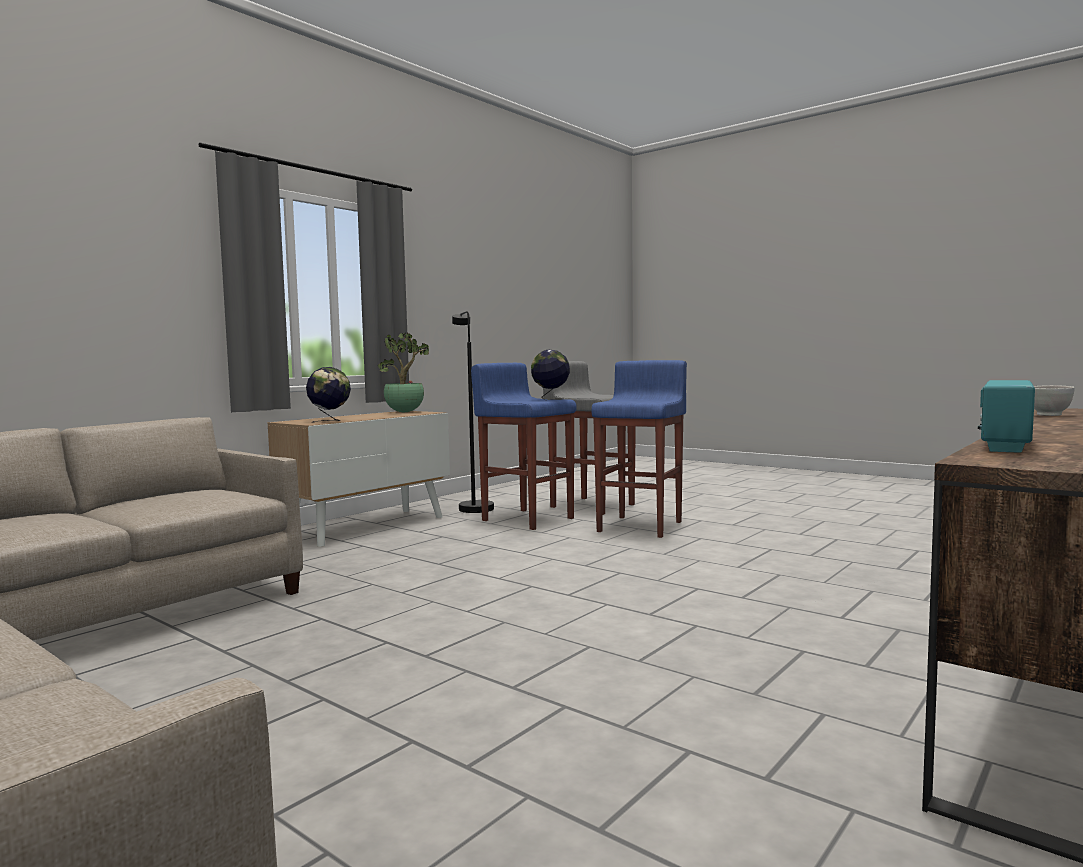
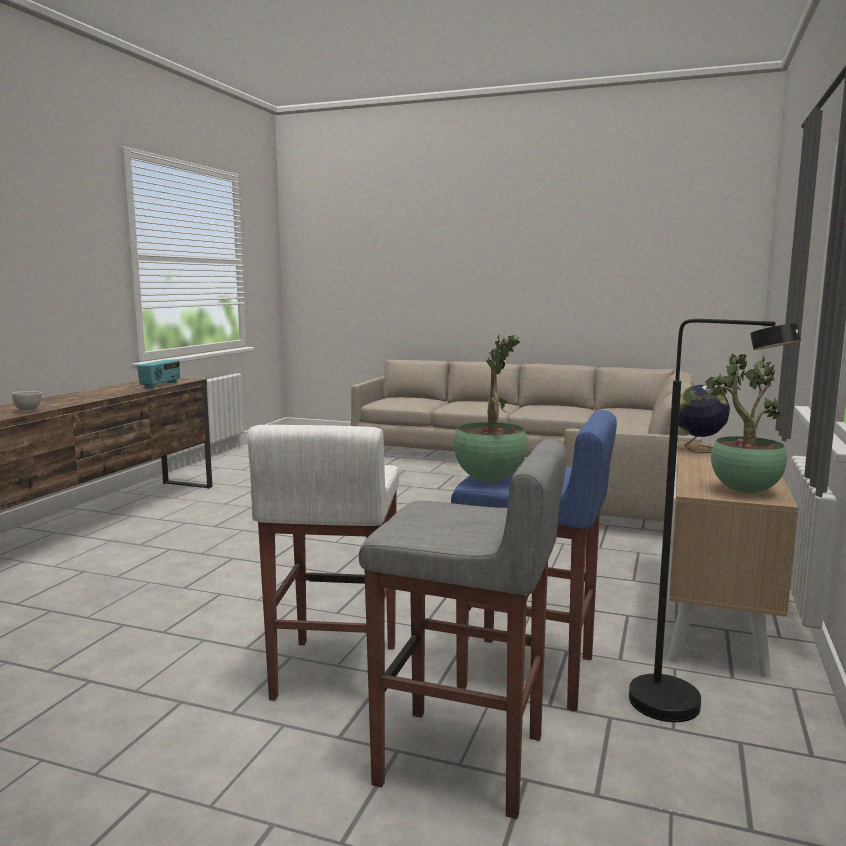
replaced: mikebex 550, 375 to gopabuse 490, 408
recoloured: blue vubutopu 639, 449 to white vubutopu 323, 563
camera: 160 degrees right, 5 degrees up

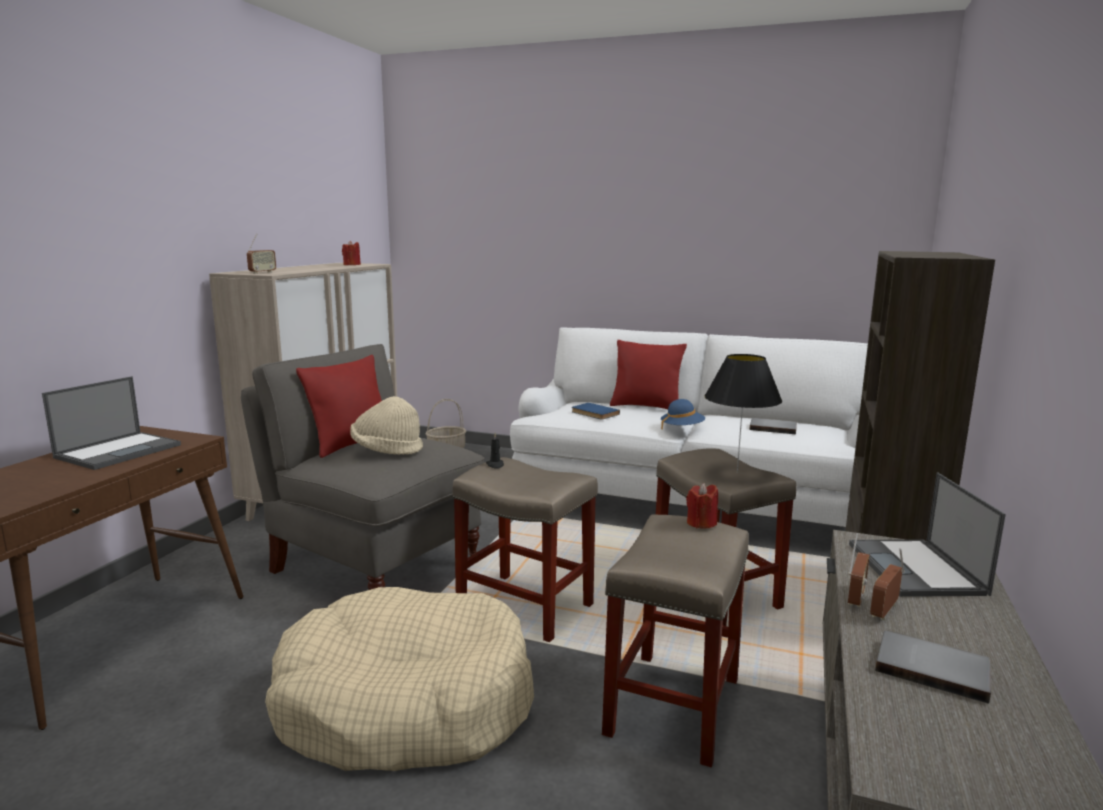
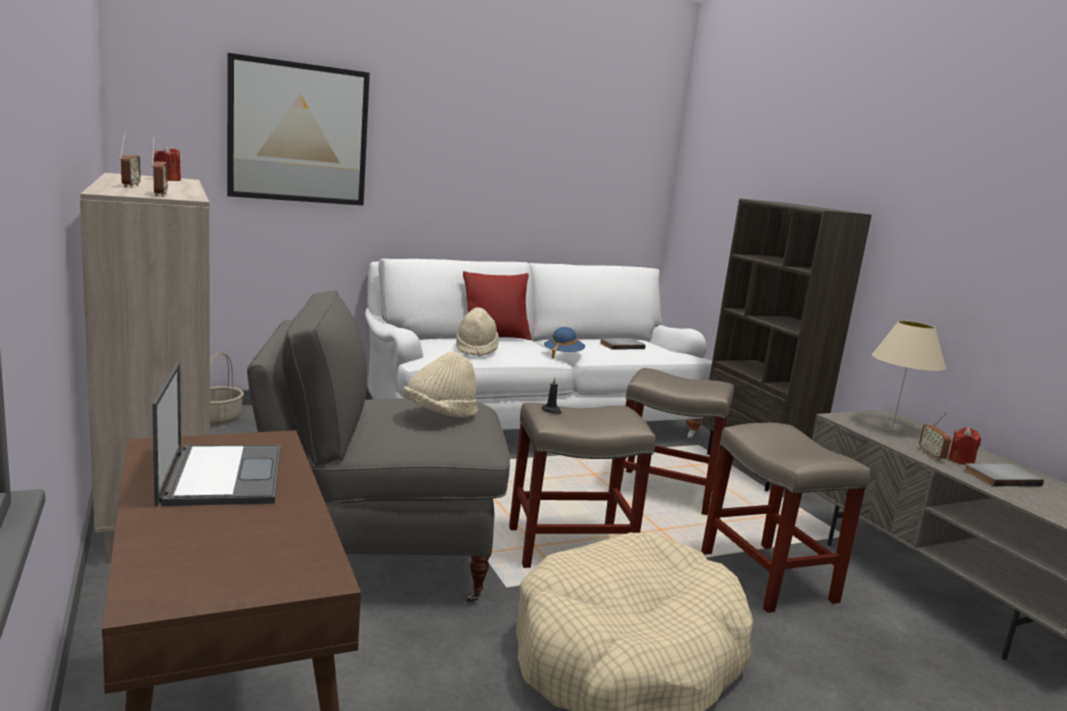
removed: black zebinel 743, 413; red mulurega 339, 406
added: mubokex 298, 129
moved: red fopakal 702, 506 to 964, 446; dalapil 859, 570 to 130, 160
replaced: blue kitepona 596, 411 to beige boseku 477, 332; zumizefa 927, 535 to beige zebinel 909, 374
camera: 45 degrees left, 0 degrees up

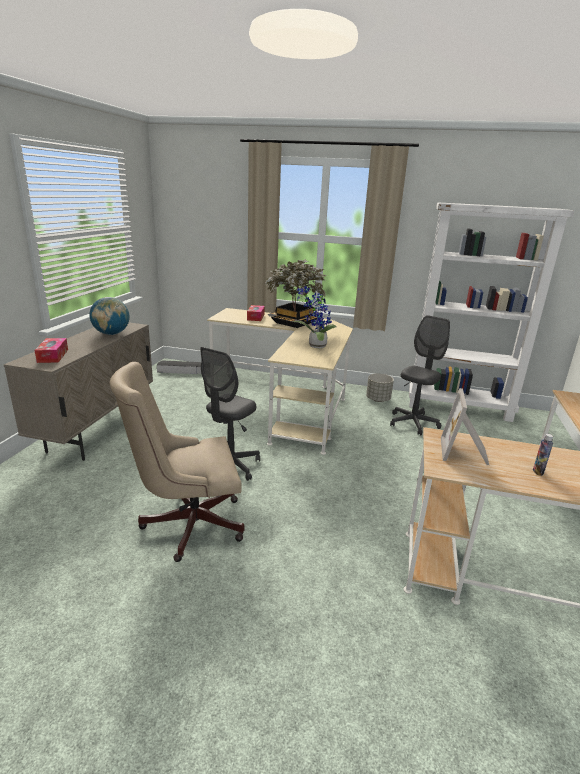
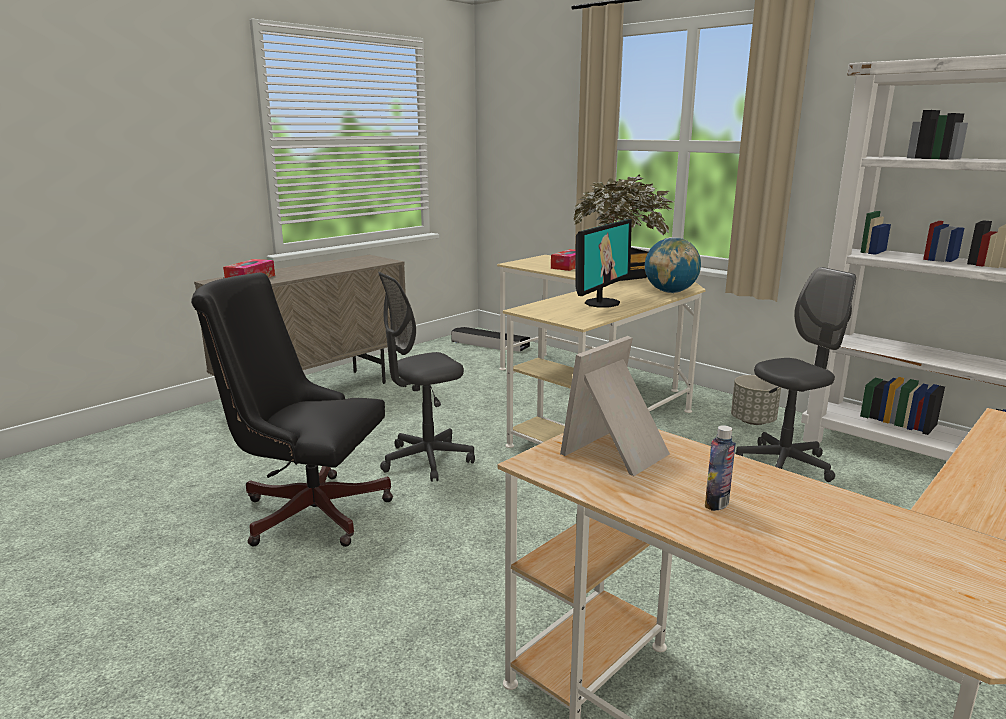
moved: mikebex 110, 316 to 673, 265
replaced: gopabuse 314, 317 to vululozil 603, 263
recoloured: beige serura 177, 462 to black serura 292, 409
camera: 30 degrees right, 5 degrees down

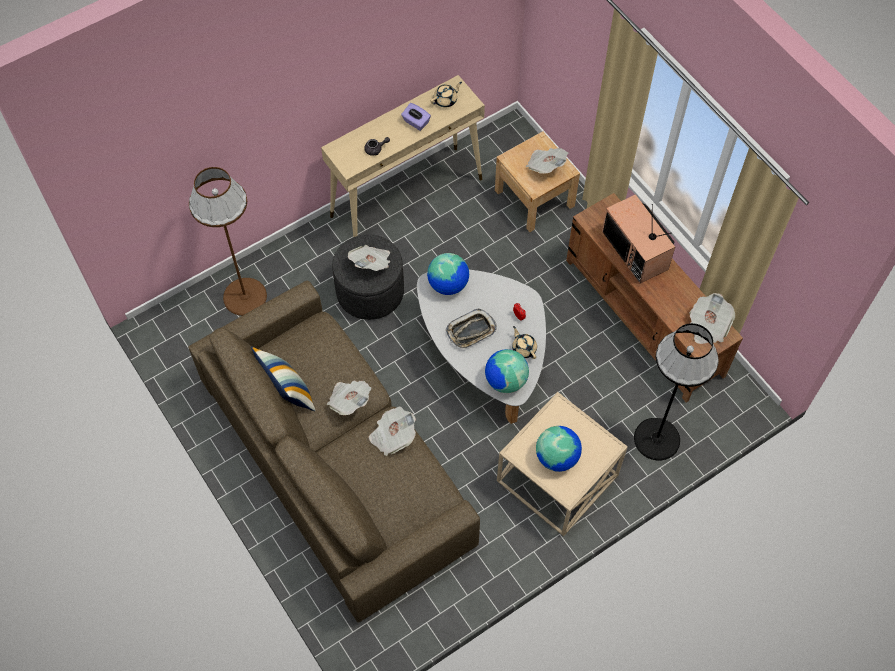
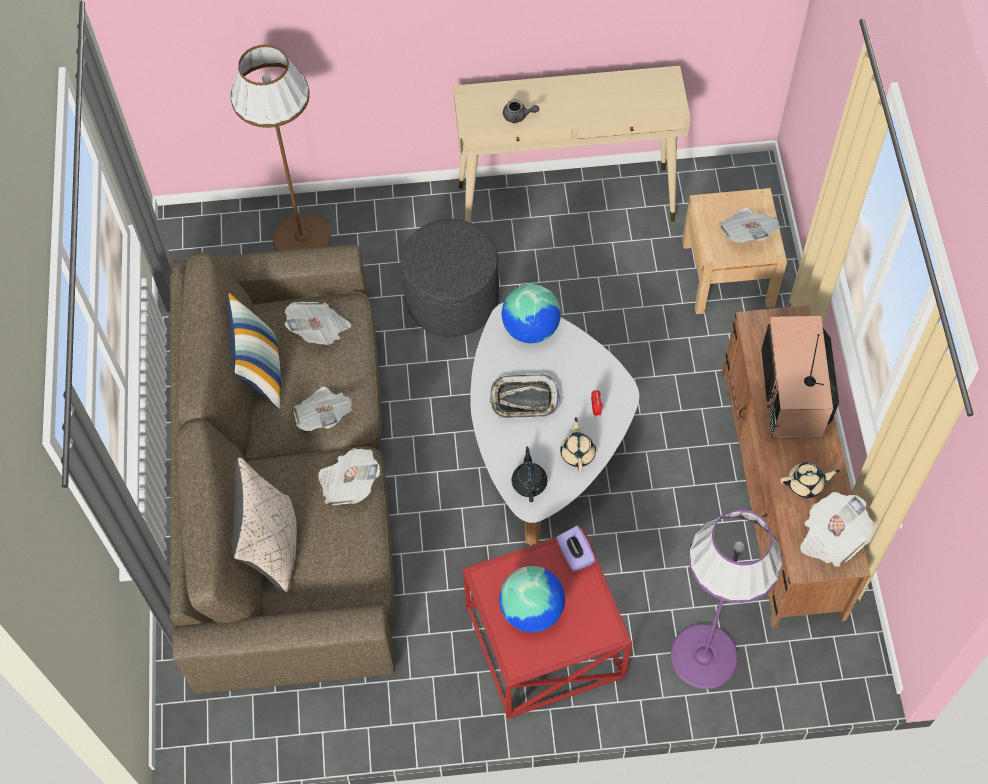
added: beige mulurega 264, 525
moved: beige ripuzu 446, 95 to 810, 480; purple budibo 416, 117 to 575, 549; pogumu 369, 258 to 317, 323
replaced: mikebex 507, 371 to black ripuzu 529, 474
recoloured: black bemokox 676, 392 to purple bemokox 726, 599; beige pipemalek 562, 464 to red pipemalek 547, 623
camera: 30 degrees right, 0 degrees up

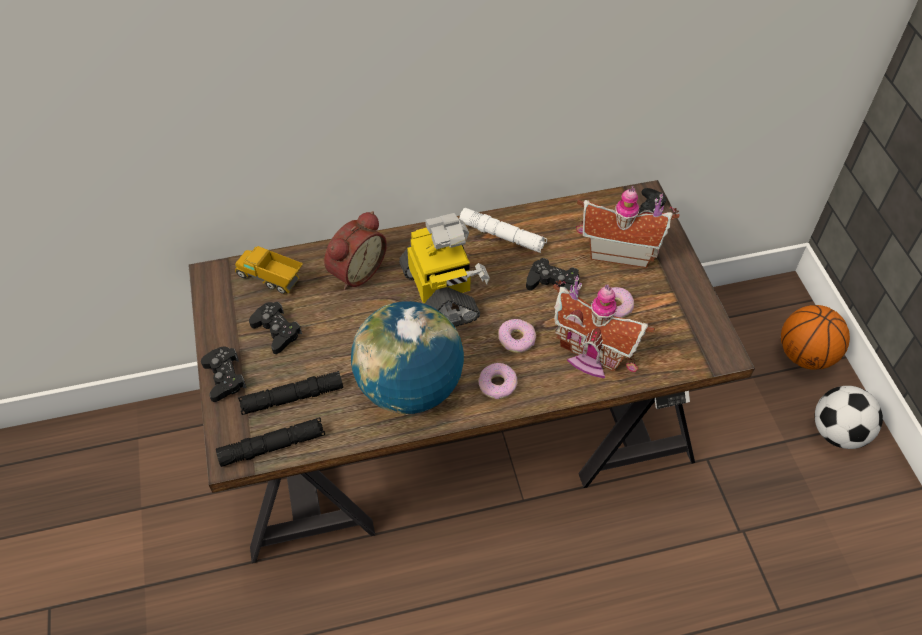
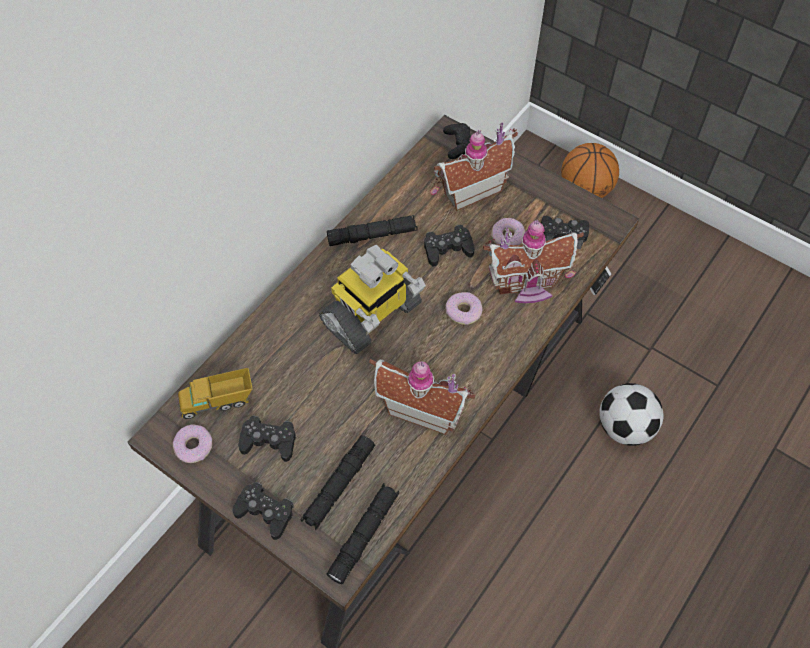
removed: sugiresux 355, 250
added: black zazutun 565, 232
moved: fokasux 498, 381 to 192, 444; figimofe 848, 417 to 631, 414
replaced: mikebex 407, 357 to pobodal 422, 397
recoloured: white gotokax 503, 230 to black gotokax 372, 230
turned: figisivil 444, 270 = 372, 299 105 degrees clockwise
camera: 40 degrees left, 5 degrees up

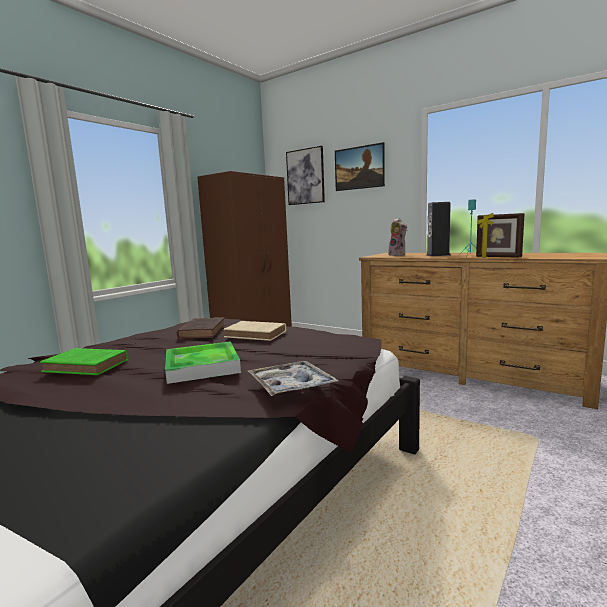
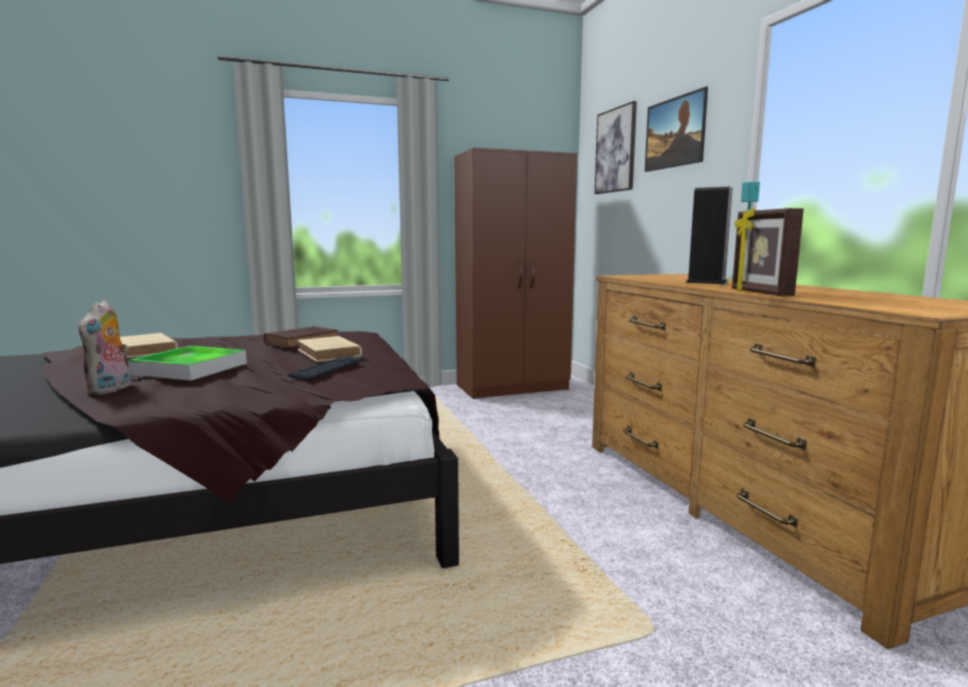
removed: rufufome 293, 378
added: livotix 326, 368
moved: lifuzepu 397, 237 to 104, 347
recoloured: green kitepona 84, 361 to beige kitepona 149, 345
camera: 35 degrees right, 0 degrees up

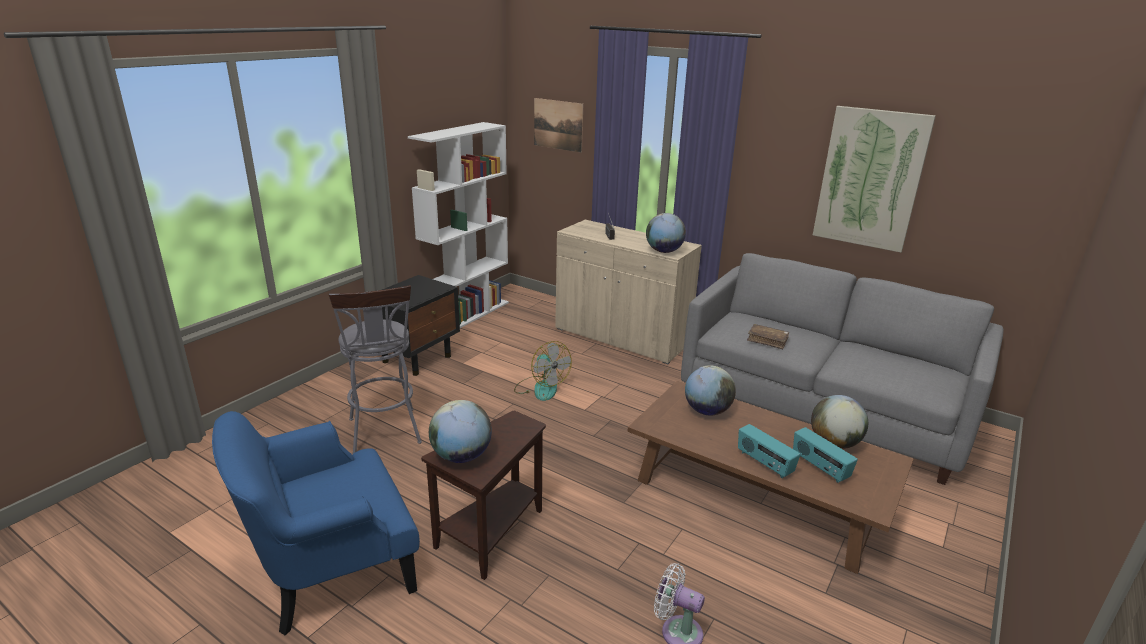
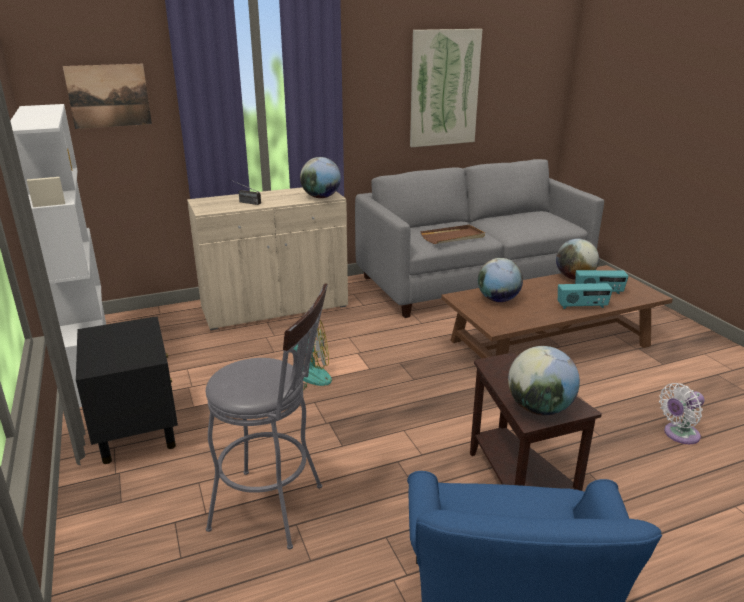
replaced: brown kitepona 768, 336 to brown rufufome 452, 234
camera: 55 degrees left, 0 degrees up

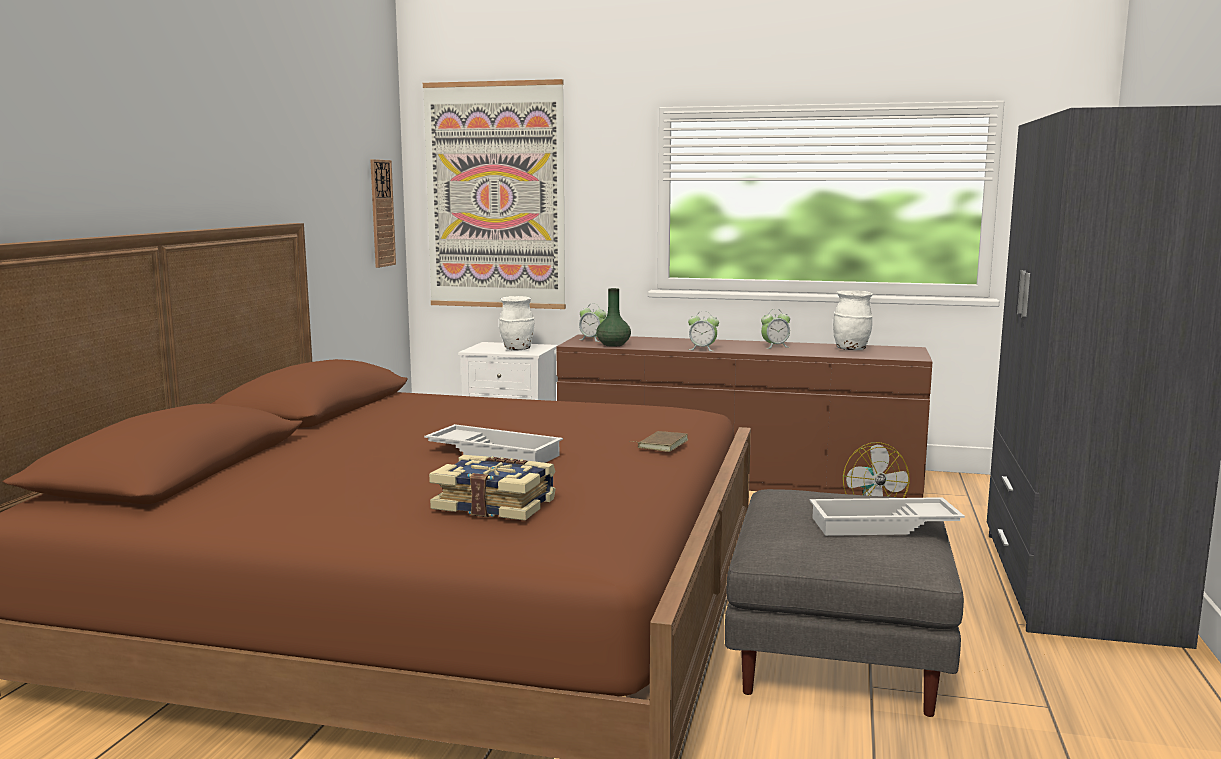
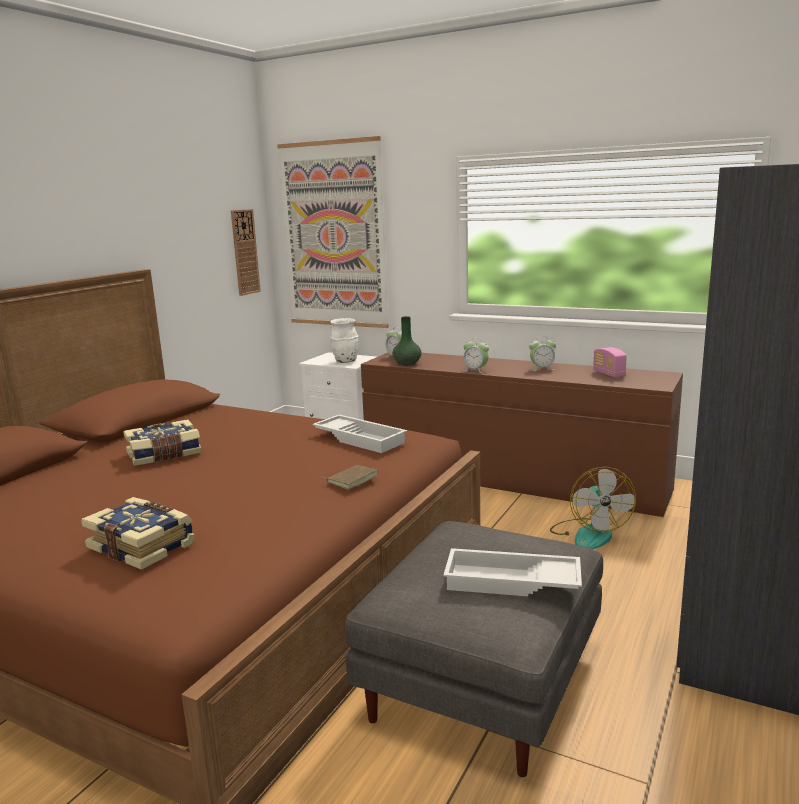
added: kitepona 162, 442
moved: white rufufome 493, 443 to 359, 434
replaced: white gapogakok 853, 320 to dalapil 610, 362
camera: 15 degrees right, 5 degrees up

